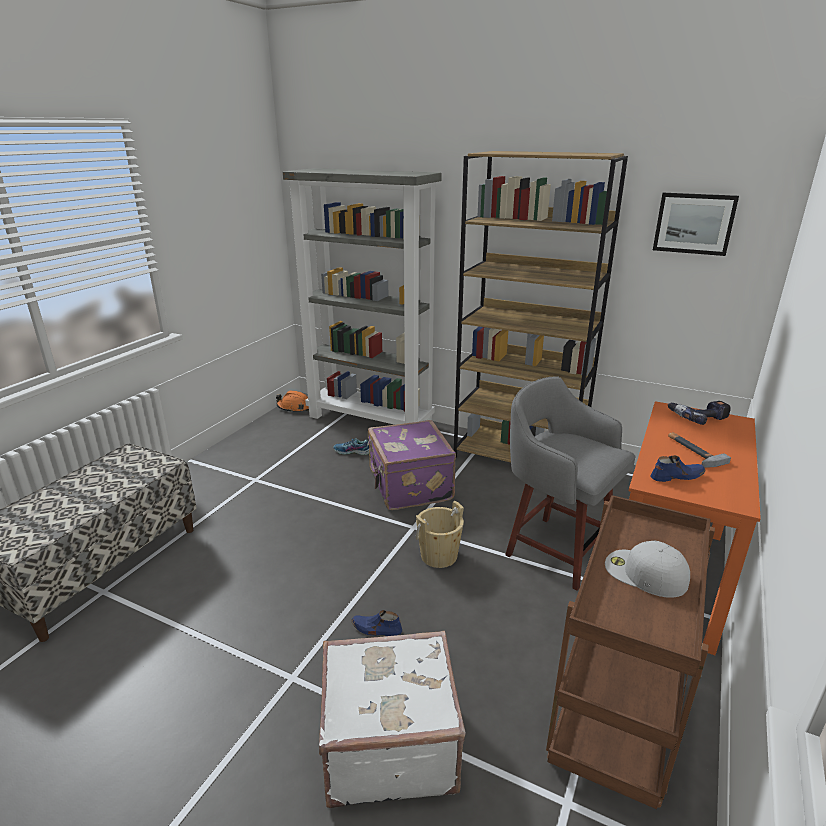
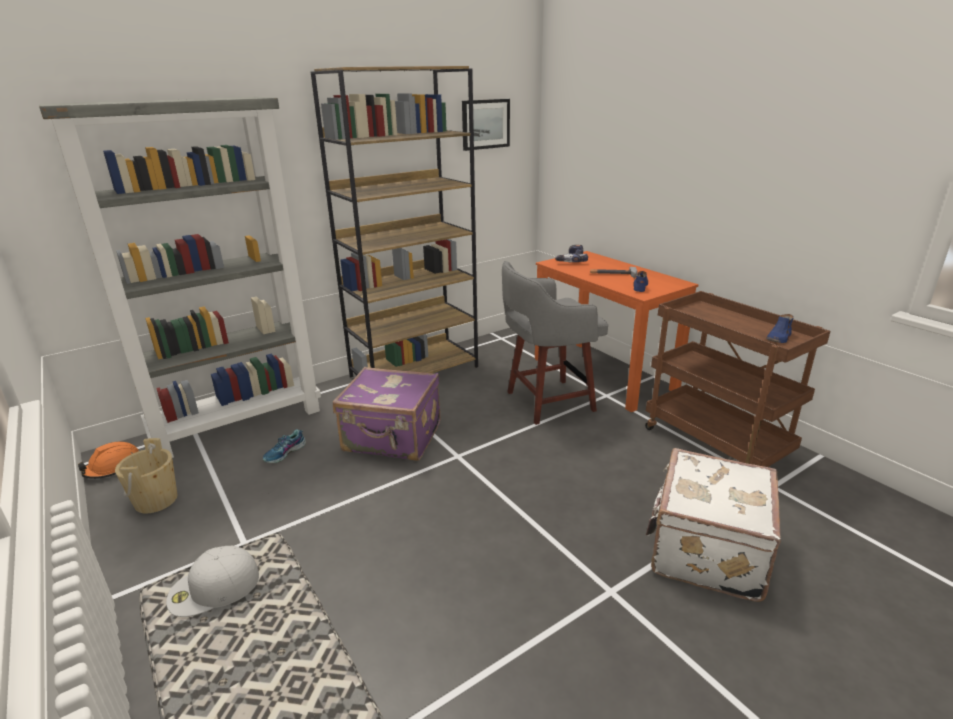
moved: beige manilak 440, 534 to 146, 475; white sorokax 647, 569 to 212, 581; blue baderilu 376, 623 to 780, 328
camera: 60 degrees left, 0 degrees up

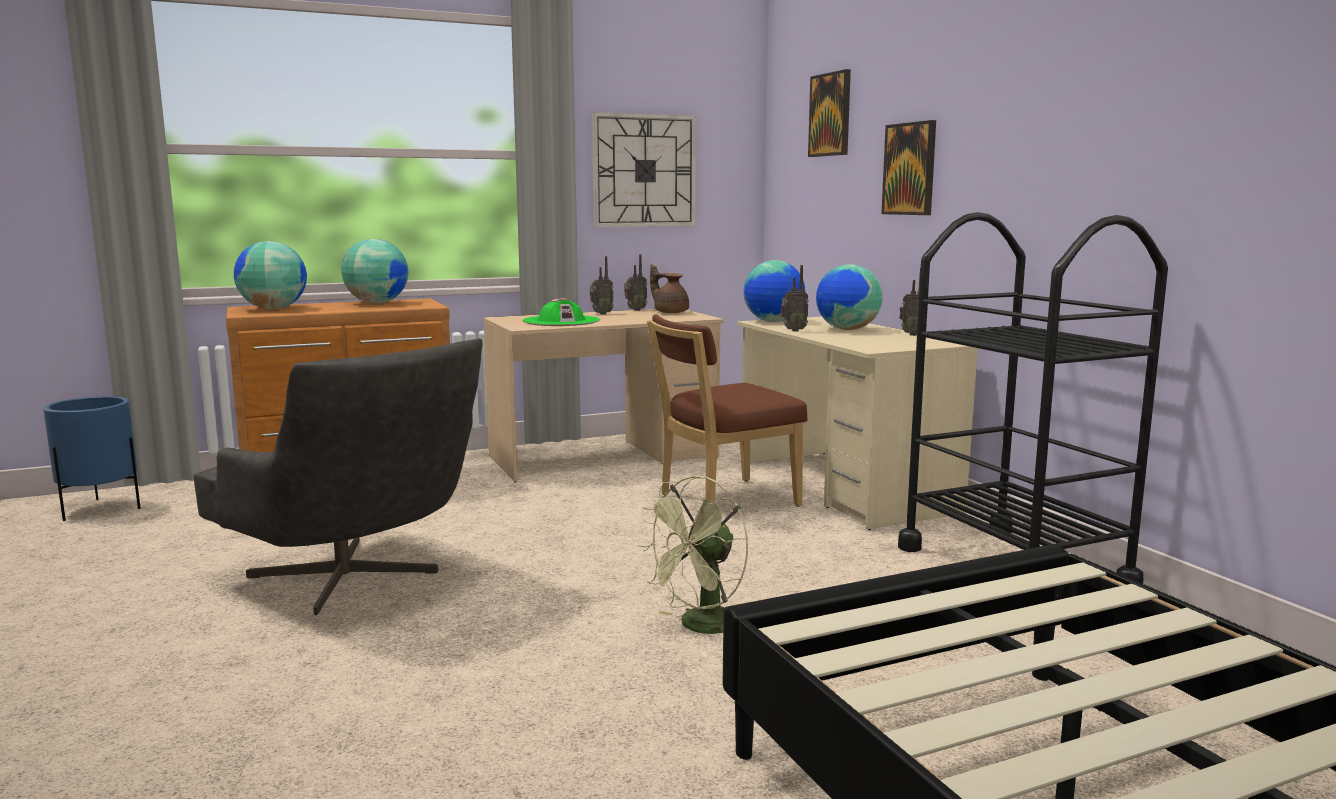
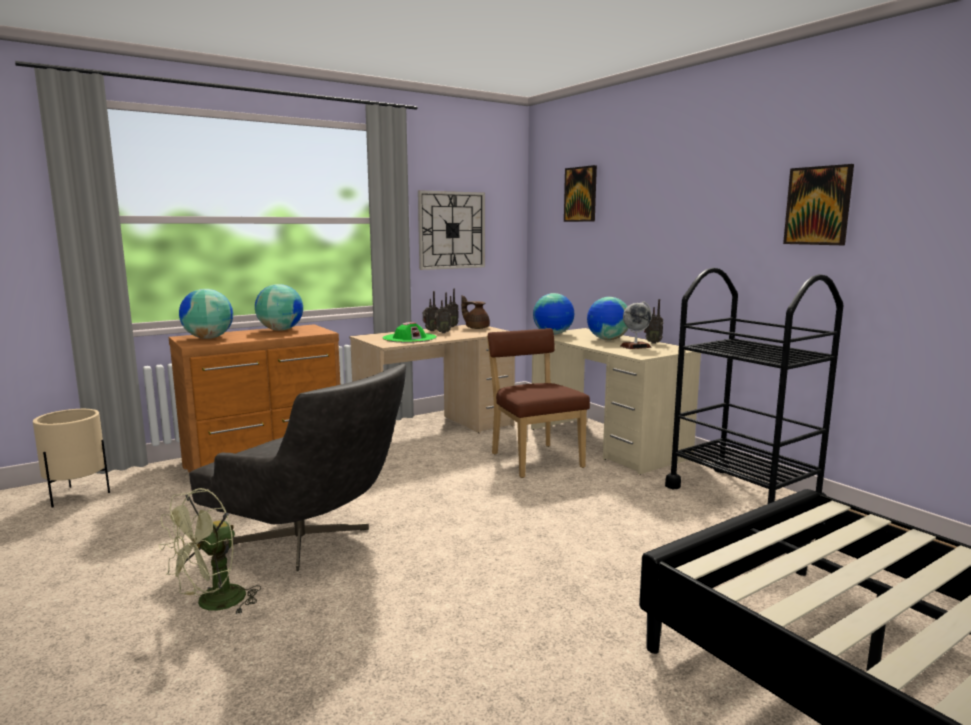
added: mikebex 636, 325
moved: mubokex 908, 167 to 818, 204; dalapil 795, 298 to 442, 312; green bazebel 692, 554 to 210, 551
recoloured: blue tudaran 91, 458 to beige tudaran 71, 458
turned: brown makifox 727, 410 = 538, 403 105 degrees clockwise
camera: 10 degrees left, 0 degrees up

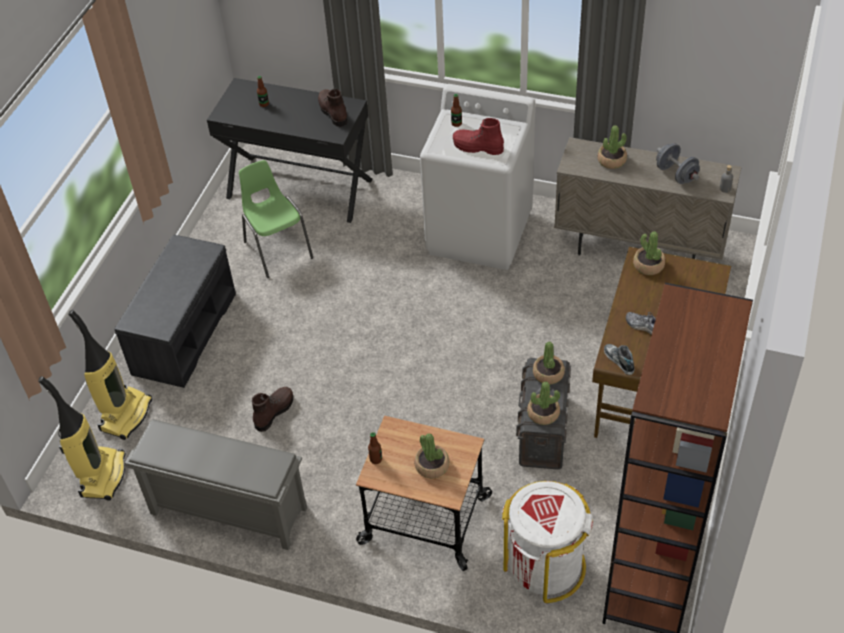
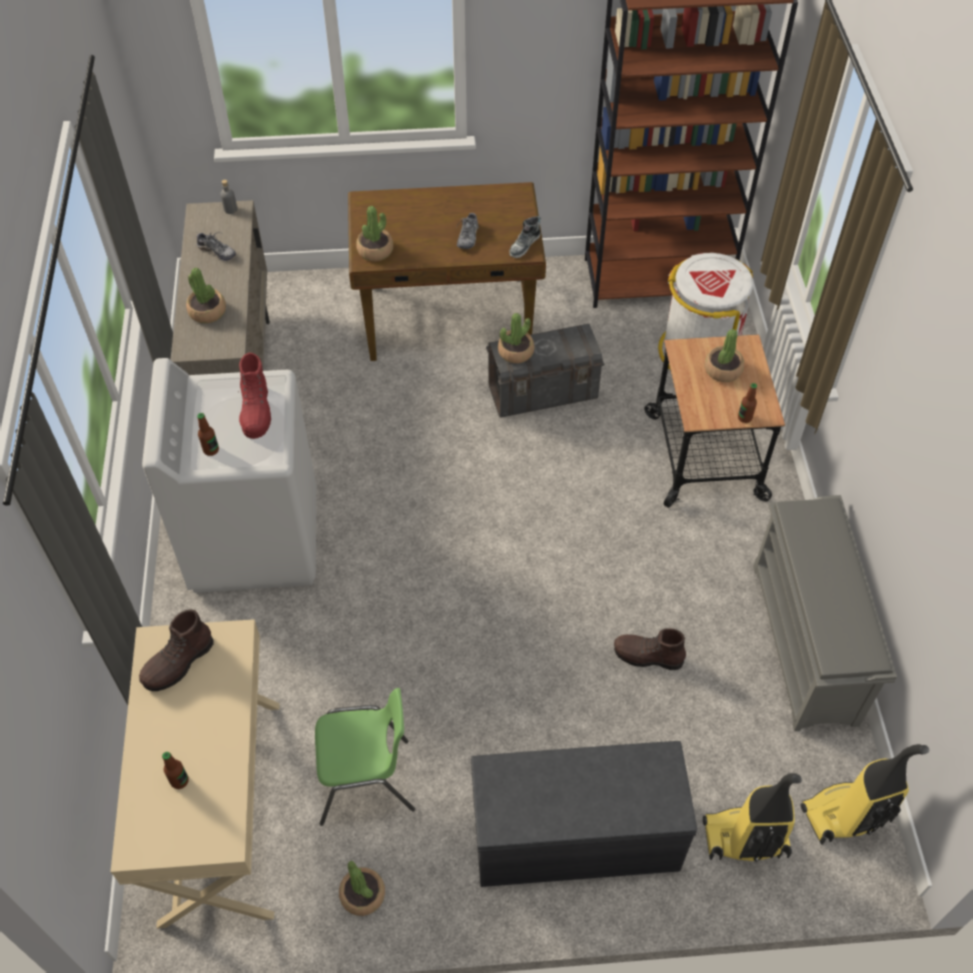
moved: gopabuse 543, 403 to 362, 888
replaced: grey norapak 678, 163 to baderilu 216, 246
recoloured: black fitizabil 289, 150 to beige fitizabil 195, 774
turned: green makifox 276, 219 = 365, 757 135 degrees counterclockwise
camera: 115 degrees left, 5 degrees up

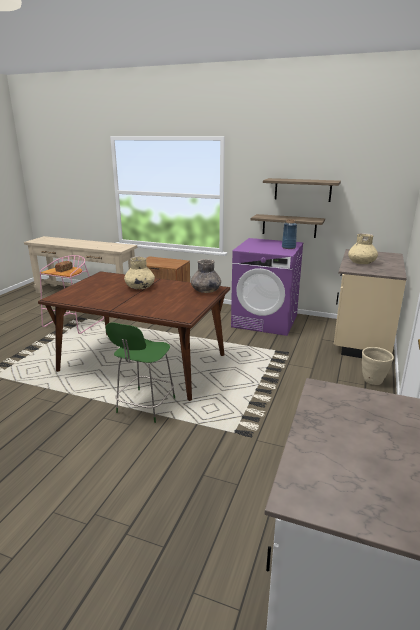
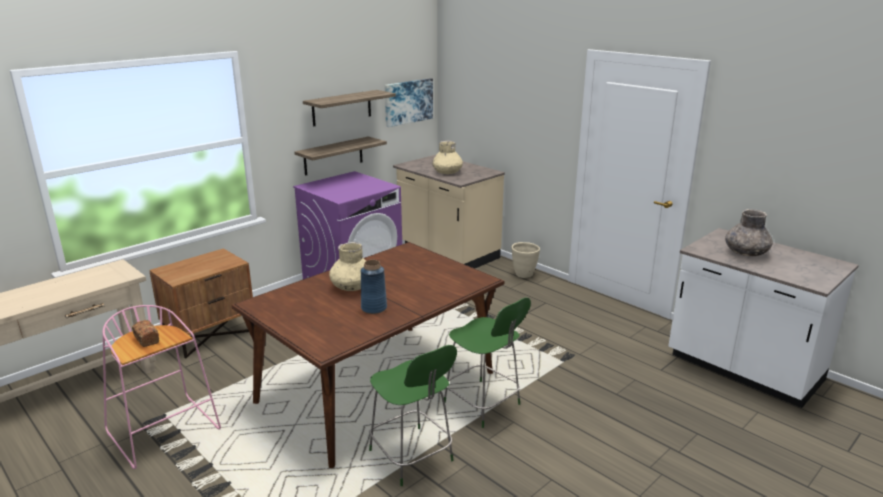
added: mubokex 409, 102; green makifox 413, 415
moved: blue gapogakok 289, 234 to 374, 287; grey gapogakok 206, 276 to 749, 232
camera: 65 degrees left, 0 degrees up

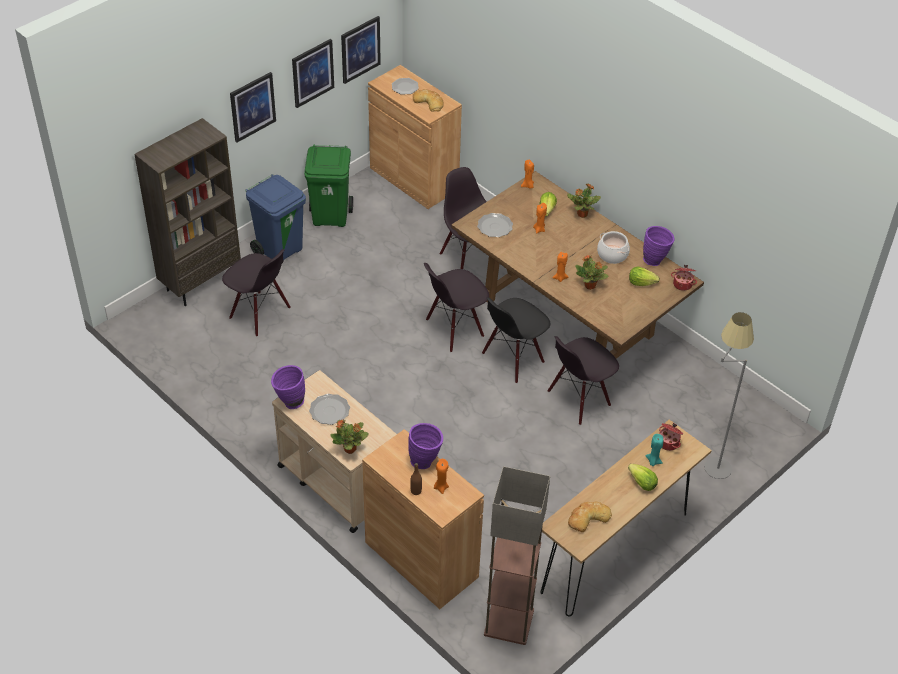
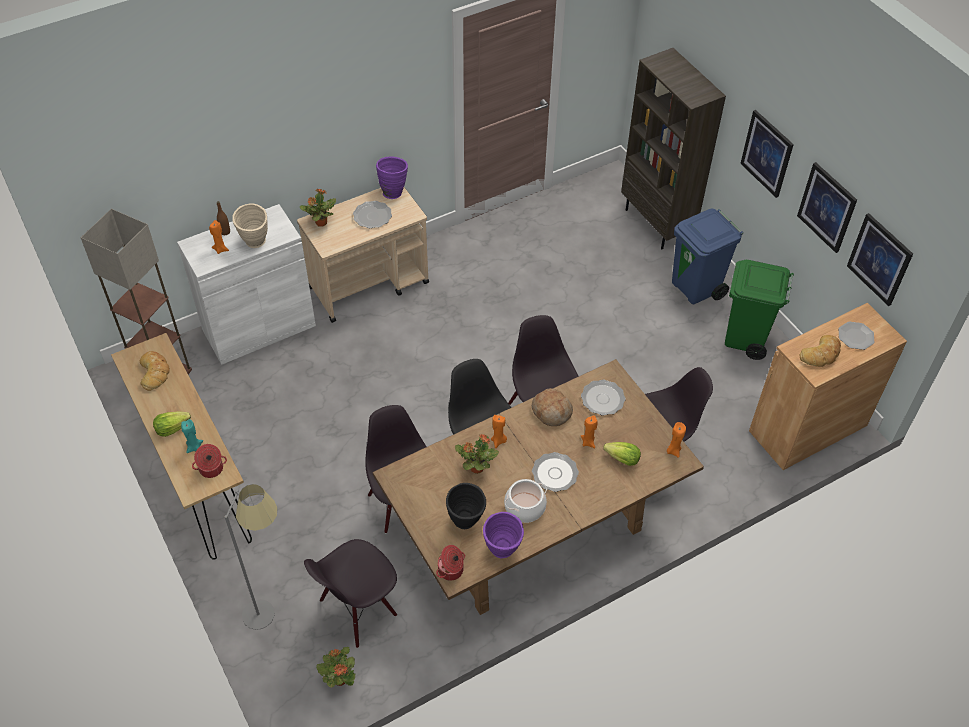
added: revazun 552, 407; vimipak 555, 472
moved: gopabuse 584, 201 to 335, 667; black makifox 256, 293 to 350, 593
replaced: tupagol 644, 276 to black gapogakok 466, 506
recoloured: purple gapogakok 425, 446 to beige gapogakok 250, 226; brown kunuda 423, 519 to white kunuda 246, 284
camera: 105 degrees right, 5 degrees up

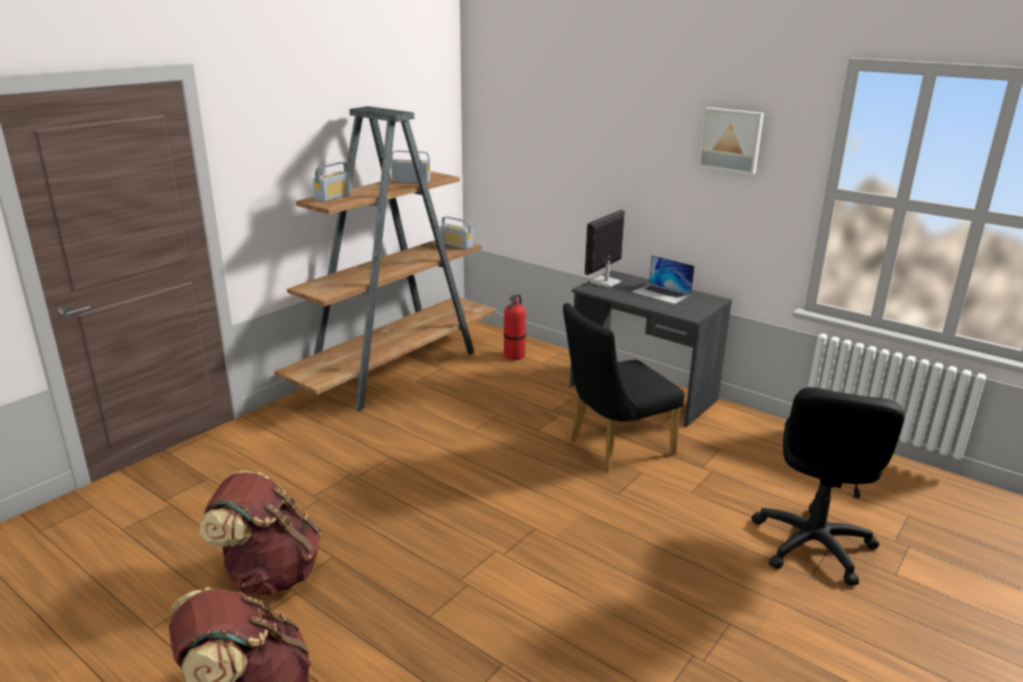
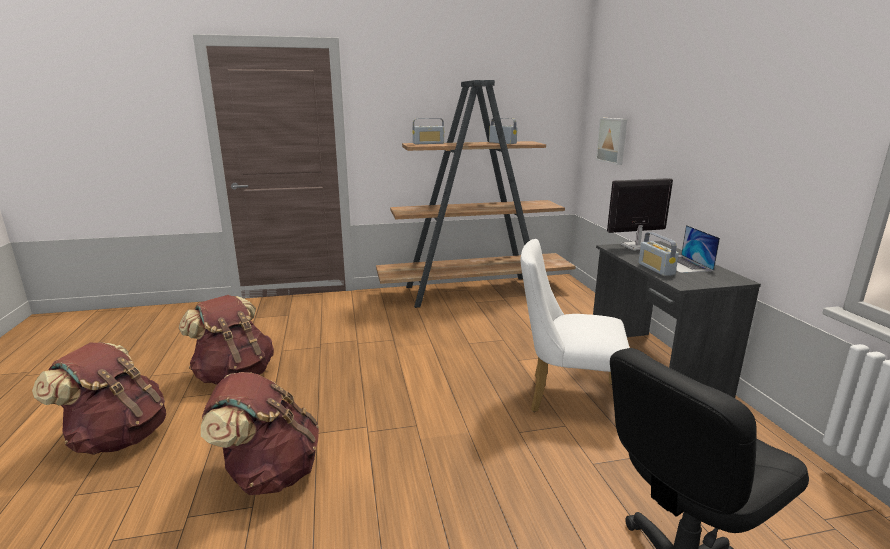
removed: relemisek 515, 327
added: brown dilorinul 260, 433
moved: mubokex 731, 141 to 611, 141; dalapil 456, 232 to 658, 254
recoloured: black makifox 624, 387 to white makifox 575, 331
camera: 40 degrees right, 5 degrees down

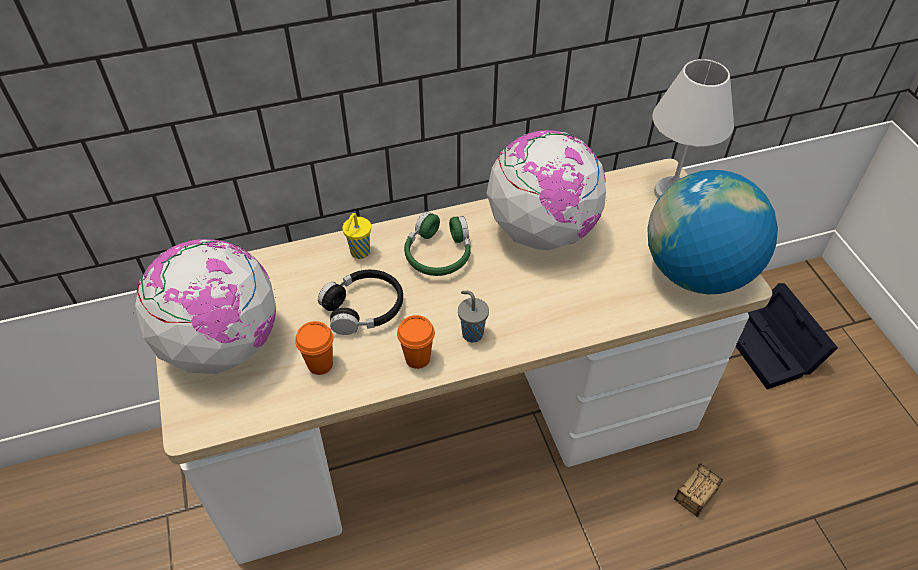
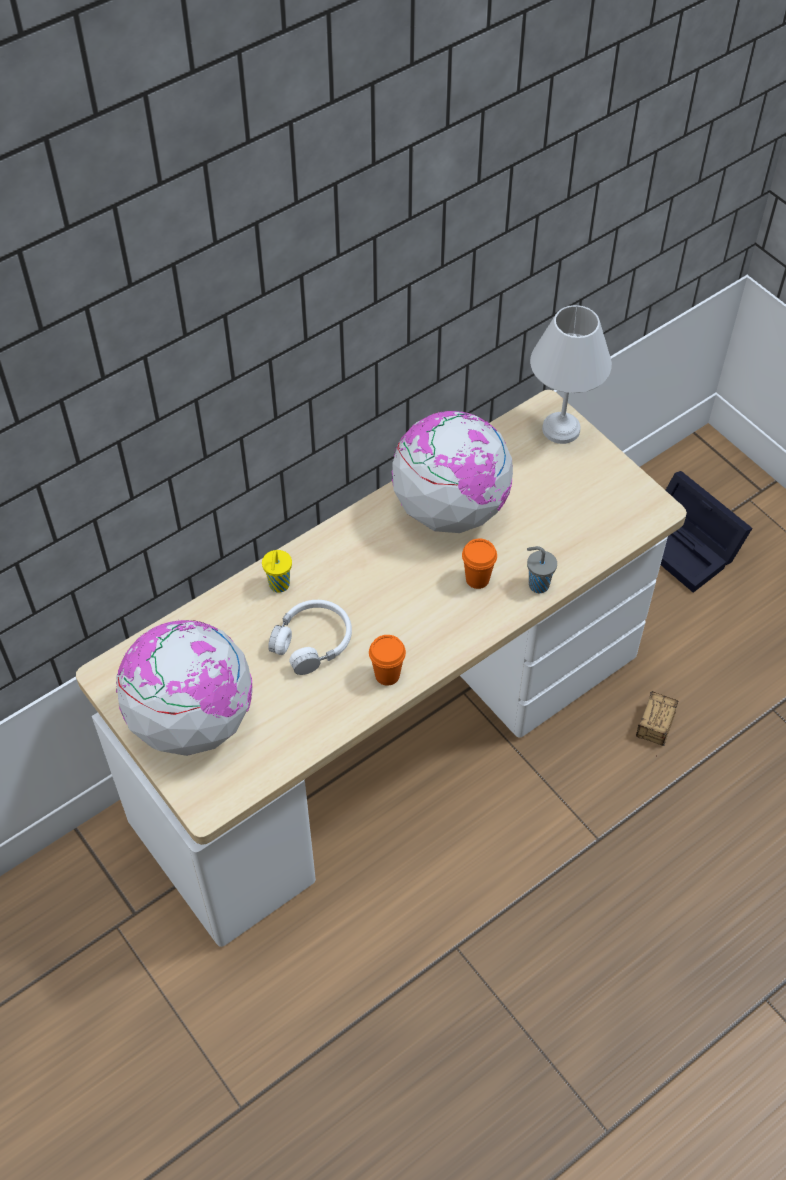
removed: mikebex 712, 232; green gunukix 437, 243
moved: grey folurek 473, 316 to 542, 569; orange folurek 314, 348 to 479, 563
recoloured: black gunukix 360, 302 to white gunukix 310, 637
camera: 20 degrees left, 5 degrees up

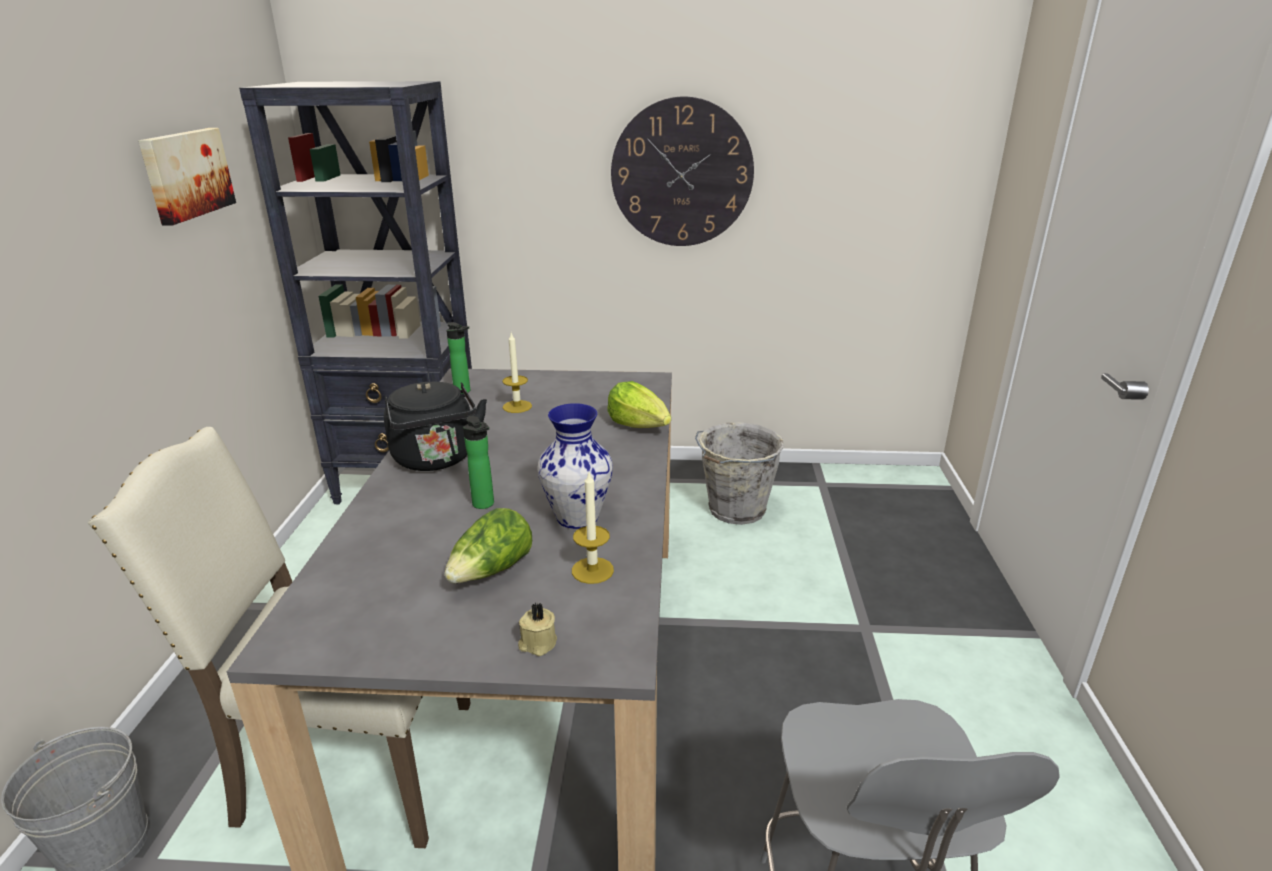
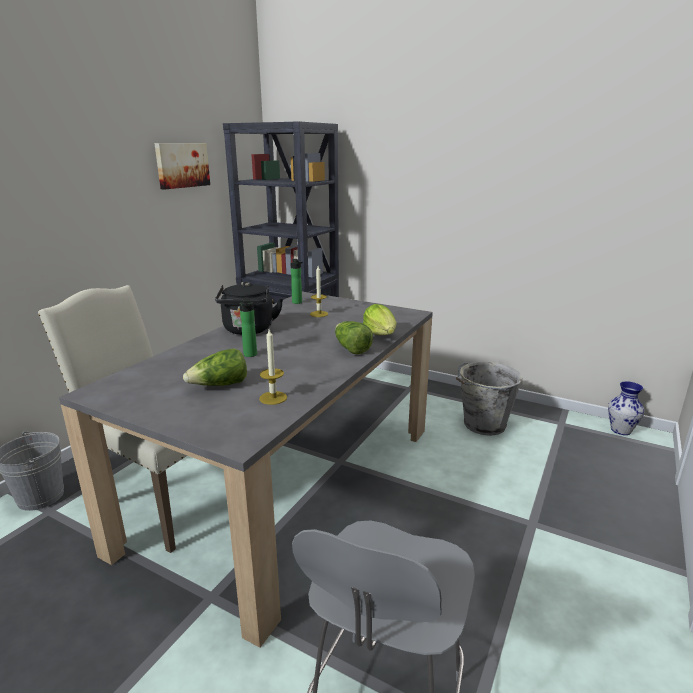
removed: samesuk 682, 171; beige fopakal 537, 629
added: tupagol 354, 338
moved: gapogakok 575, 466 to 626, 408
camera: 25 degrees right, 5 degrees down

